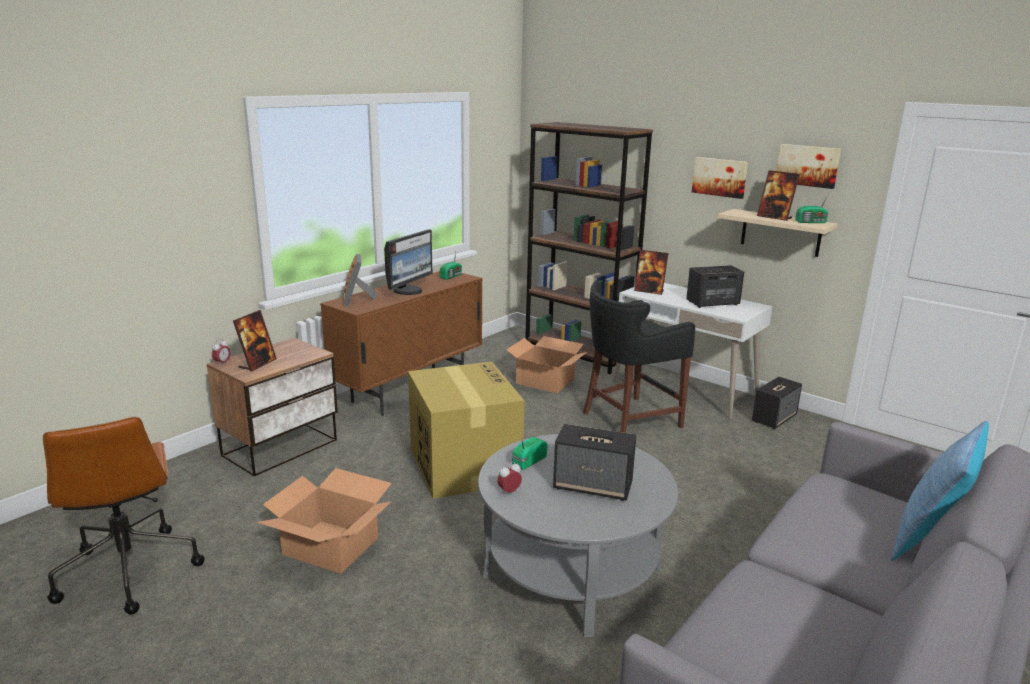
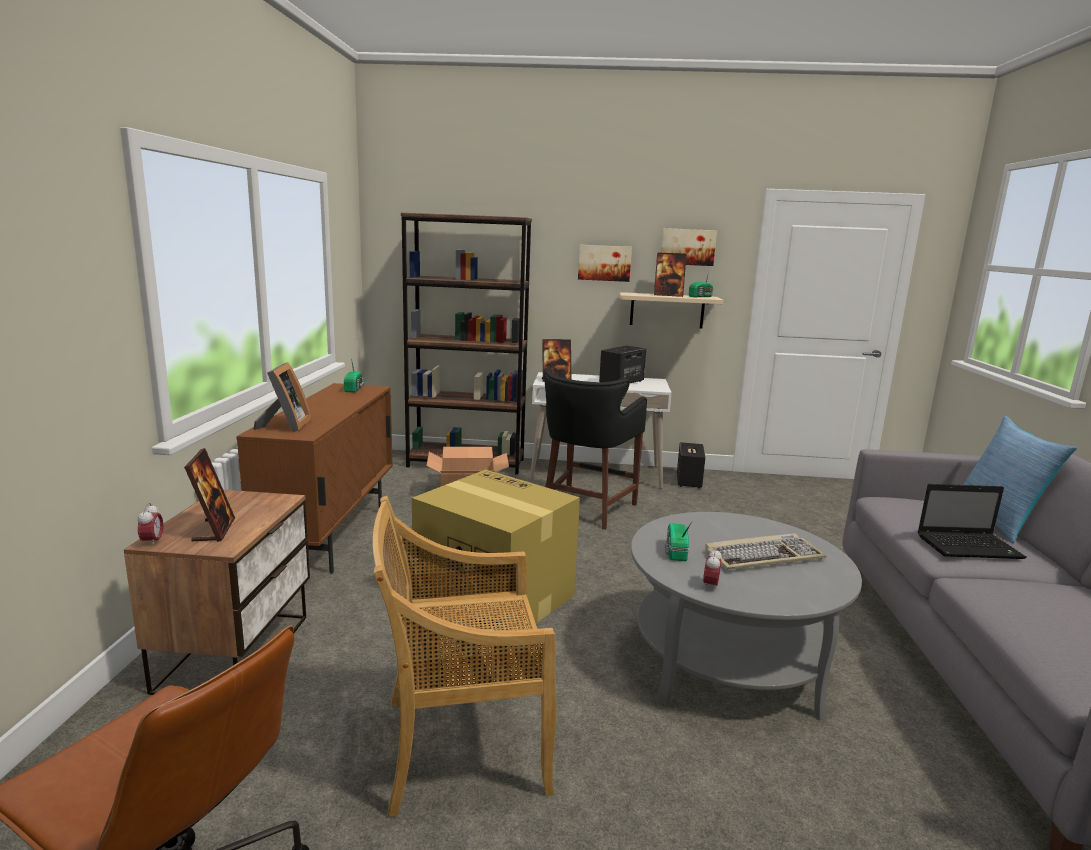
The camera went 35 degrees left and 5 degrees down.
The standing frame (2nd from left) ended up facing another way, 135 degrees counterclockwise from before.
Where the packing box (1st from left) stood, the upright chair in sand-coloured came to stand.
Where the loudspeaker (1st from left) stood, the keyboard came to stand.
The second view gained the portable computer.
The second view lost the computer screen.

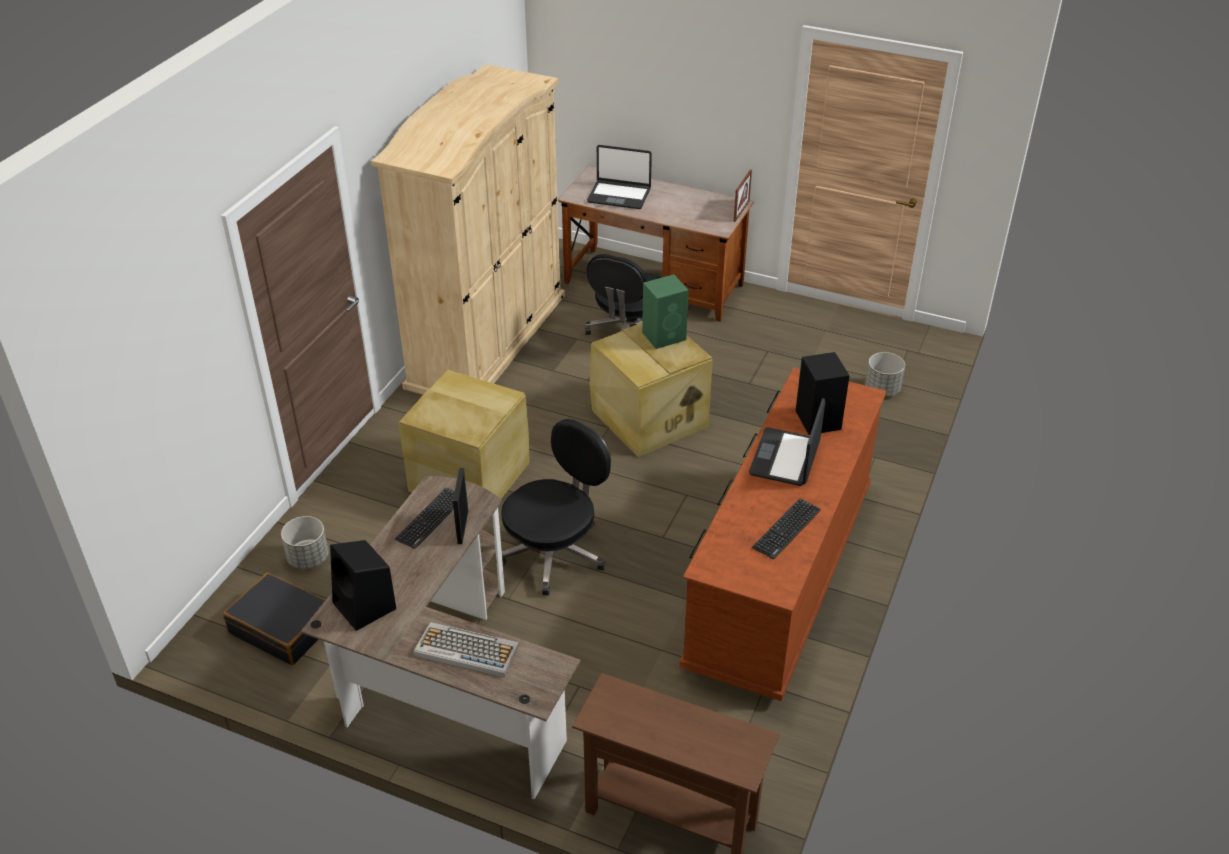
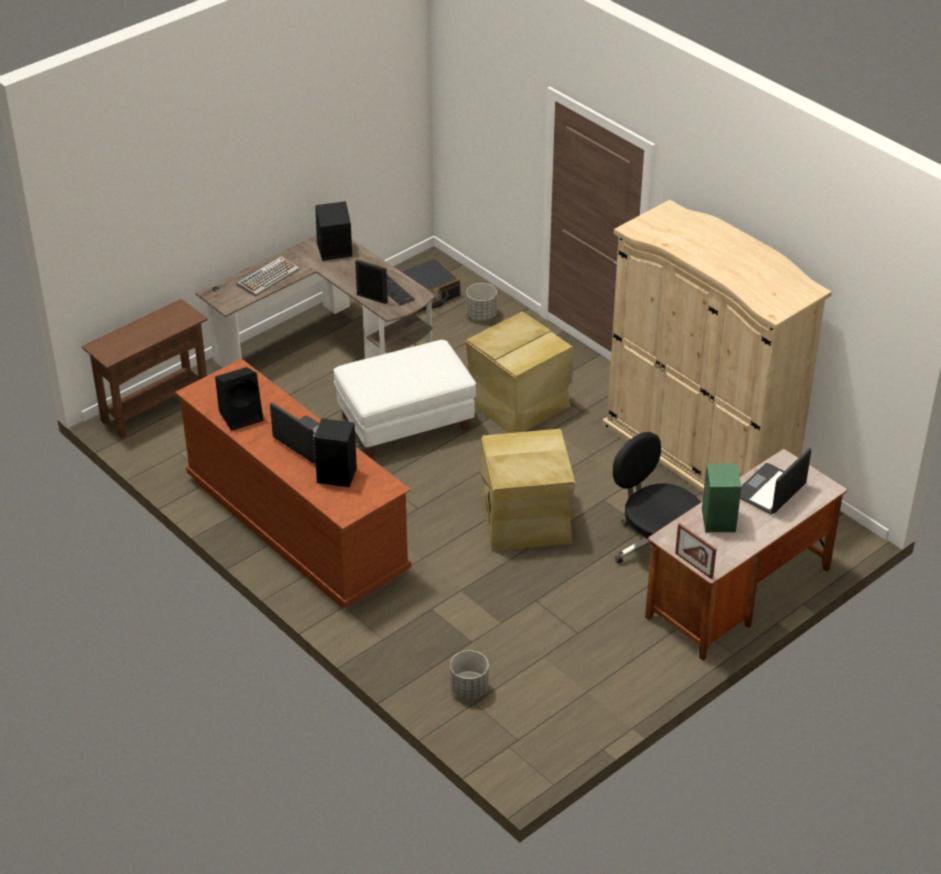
The camera went 115 degrees right and 0 degrees up.
Where the keyboard (3rd from left) stood, the loudspeaker in black-coloured (1st from left) came to stand.
Where the computer chair in black-coloured (1st from left) stood, the pouffe in white came to stand.
The loudspeaker in green-coloured ended up elsewhere.

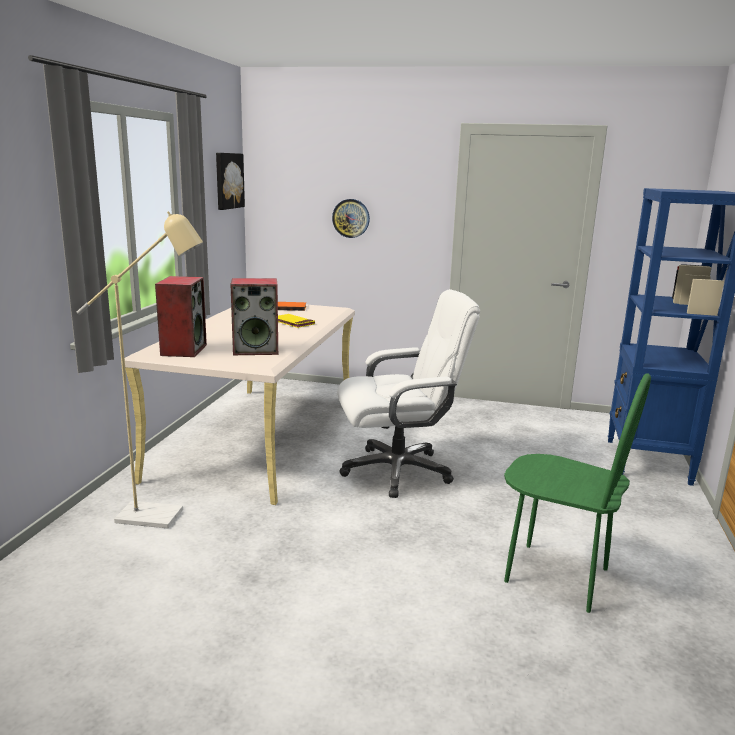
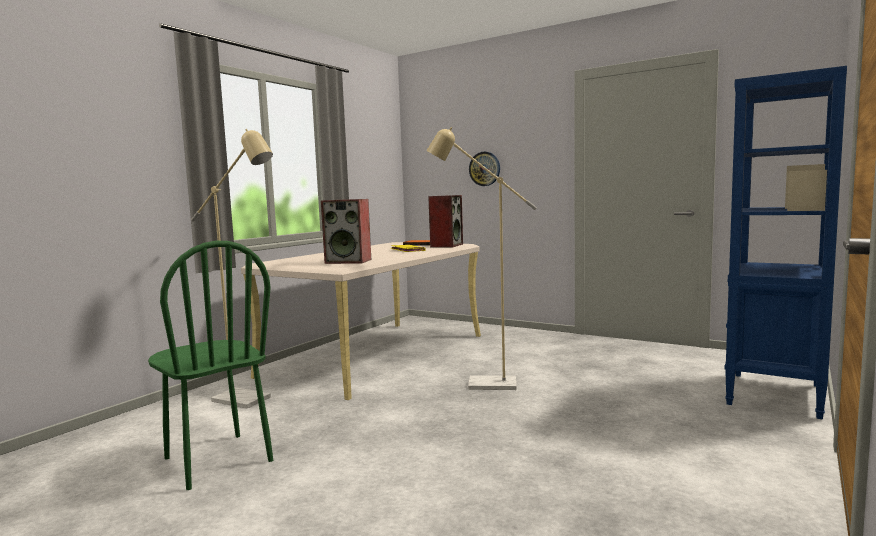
The camera went 20 degrees right and 10 degrees down.
The upright chair in green-coloured ended up elsewhere.
Where the computer chair in white stood, the standing lamp in sand-coloured (2nd from left) came to stand.
The loudspeaker (1st from left in the first image) ended up elsewhere.
The second view lost the wall picture.

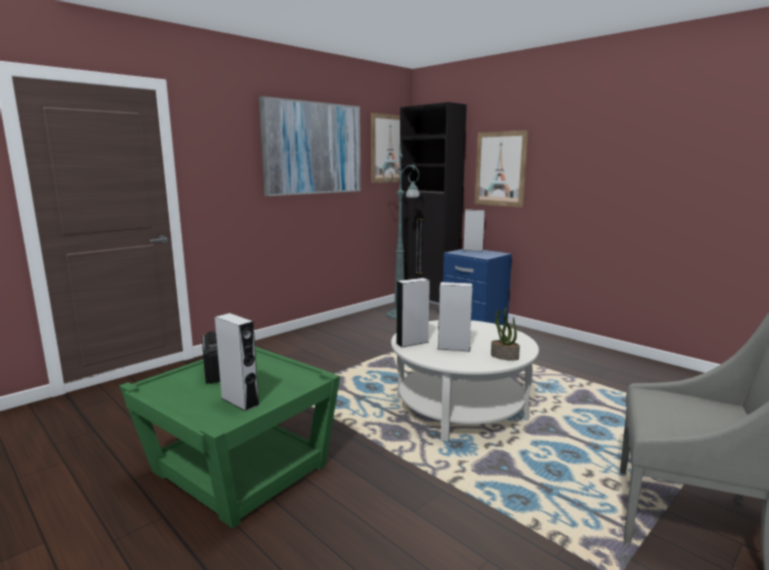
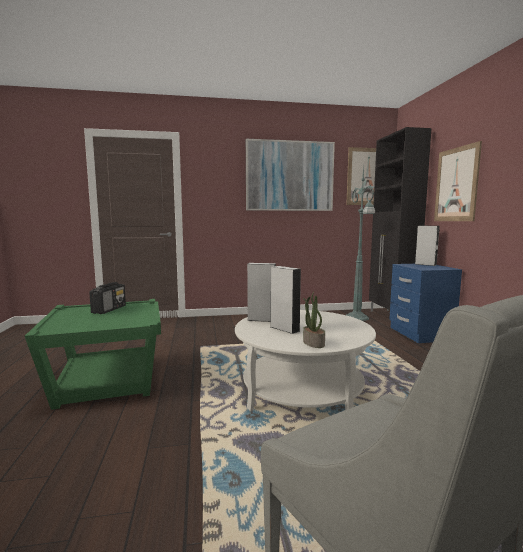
The camera went 35 degrees right and 5 degrees down.
The second view lost the loudspeaker in grey (1st from left).

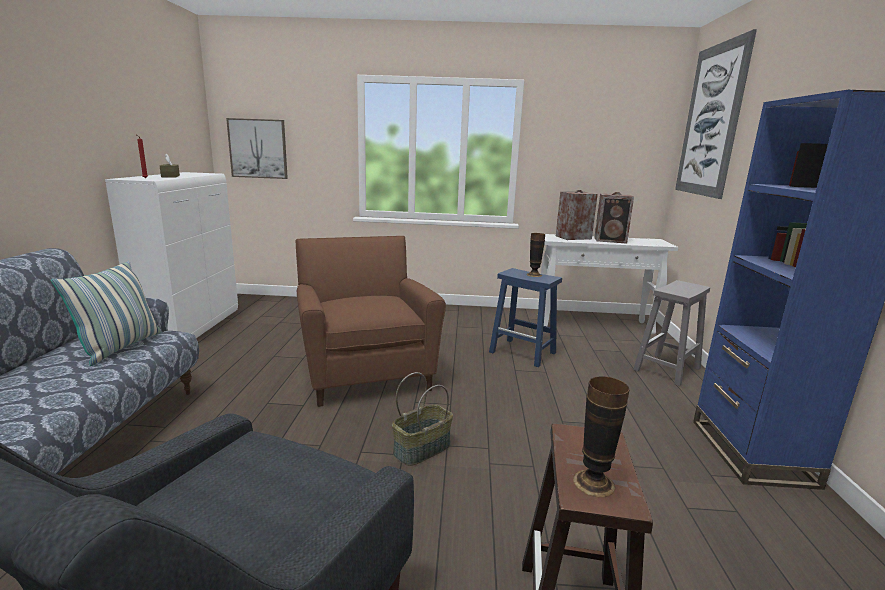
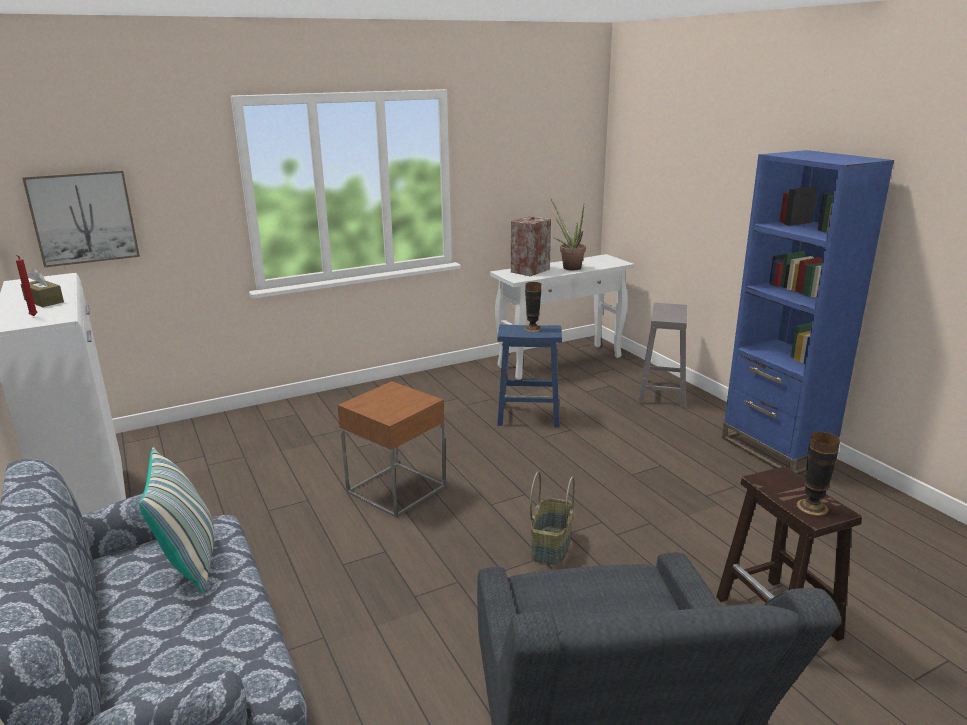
The camera went 30 degrees left and 5 degrees up.
Where the easy chair in brown-coloured stood, the accent table in brown-coloured came to stand.
Where the loudspeaker (2nd from left) stood, the potted plant came to stand.
The second view lost the wall picture (2nd from left).

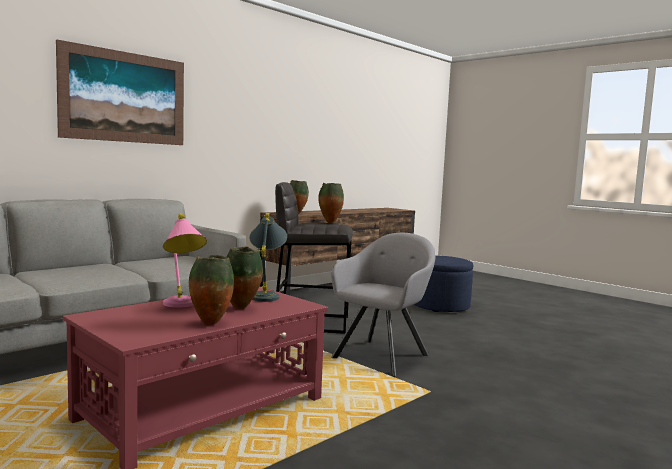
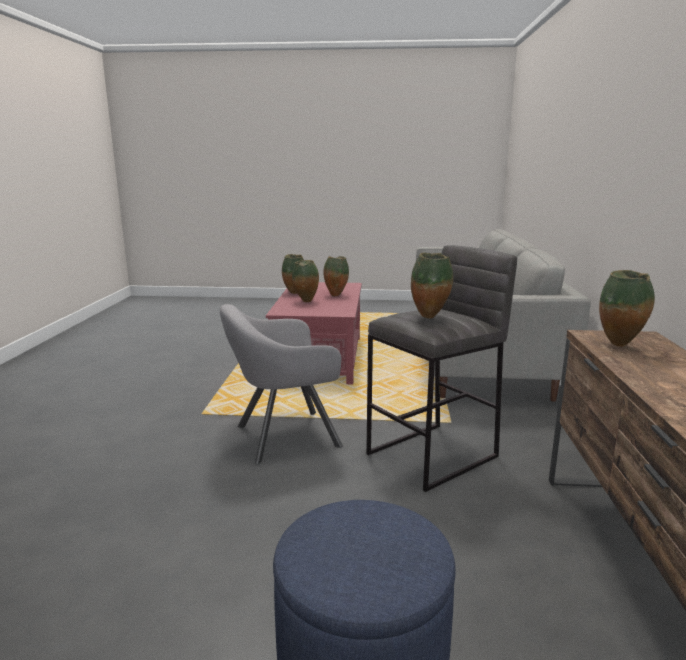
The camera went 140 degrees right and 10 degrees up.
The easy chair in grey ended up facing another way, 75 degrees clockwise from before.
Where the lamp for a table in pinkish stood, the flower vase (3rd from left) came to stand.
The second view lost the wall picture.
The second view lost the lamp for a table in grey.

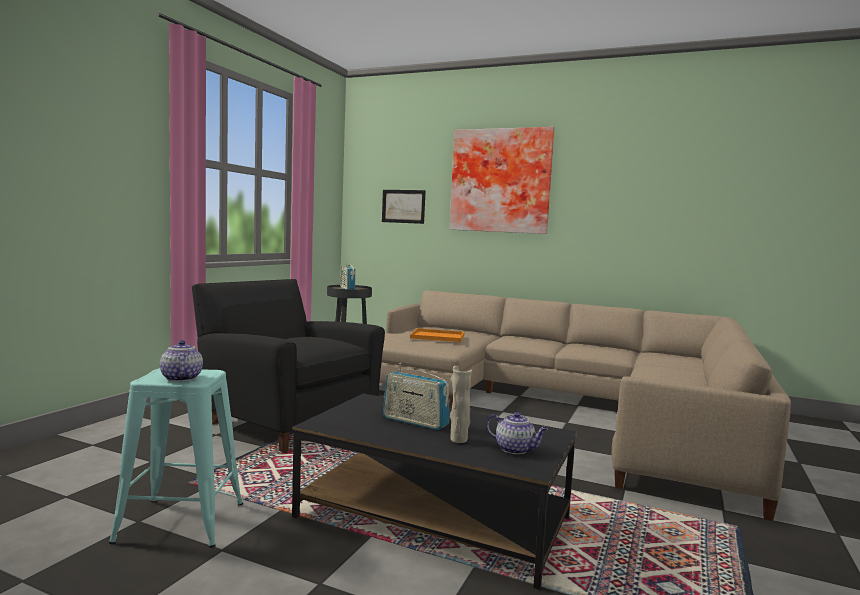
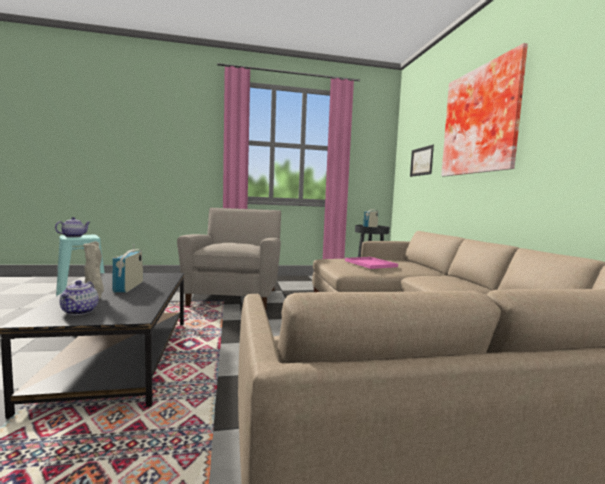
The camera went 55 degrees right and 0 degrees up.
What was the easy chair in black-coloured turned into the easy chair in sand-coloured.
What was the carrying tray in orange turned into the carrying tray in pinkish.

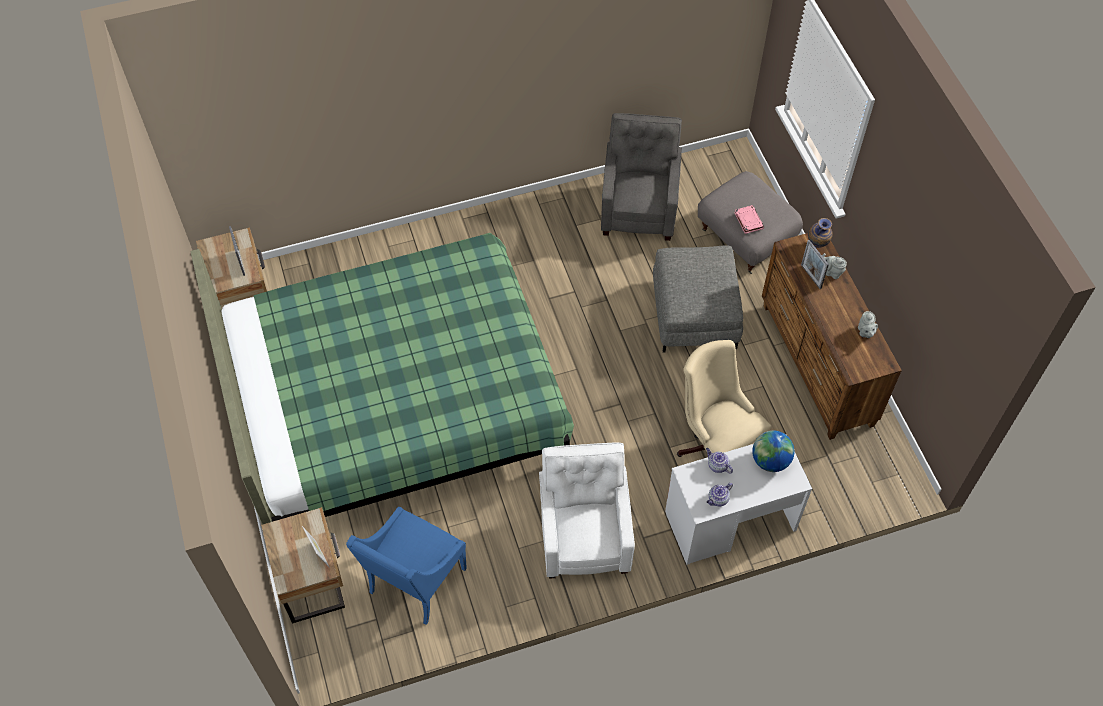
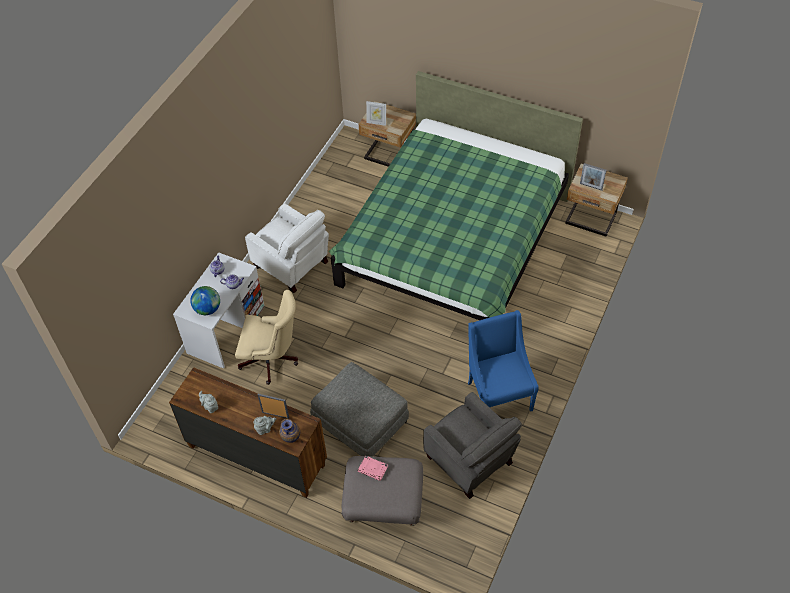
The camera went 135 degrees right and 5 degrees down.
The easy chair in blue-coloured ended up elsewhere.

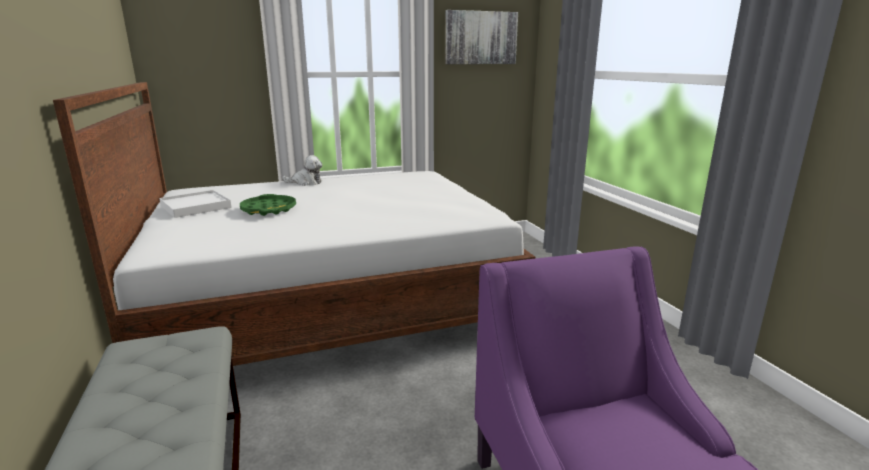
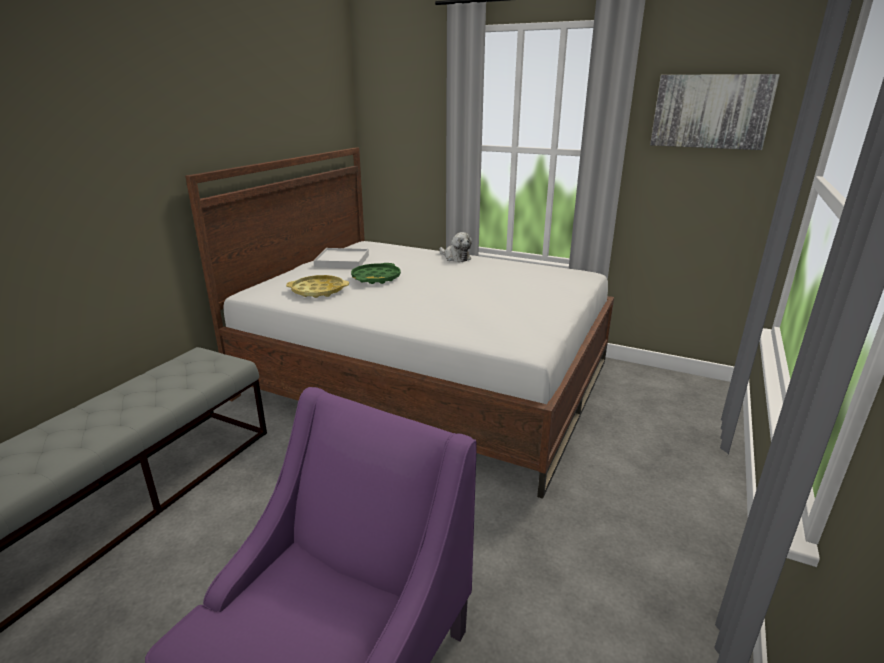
The camera went 45 degrees right and 5 degrees up.
The second view gained the carrying tray in yellow.

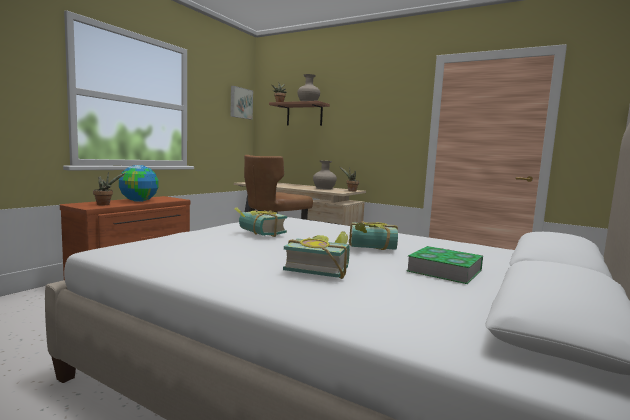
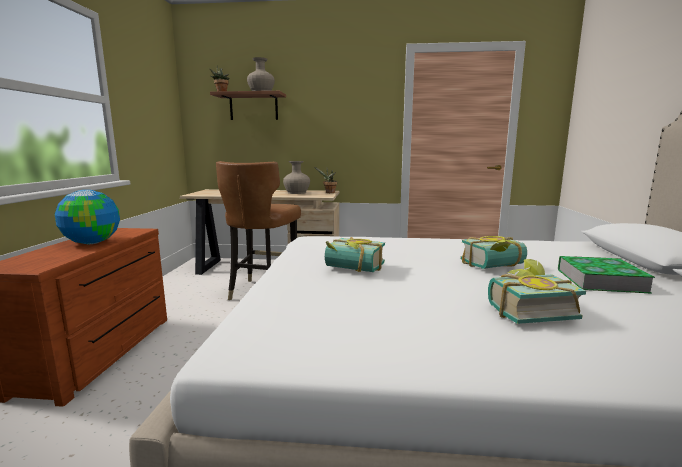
The camera went 25 degrees left and 5 degrees up.
The second view lost the potted plant (1st from left).
The second view lost the wall picture.

